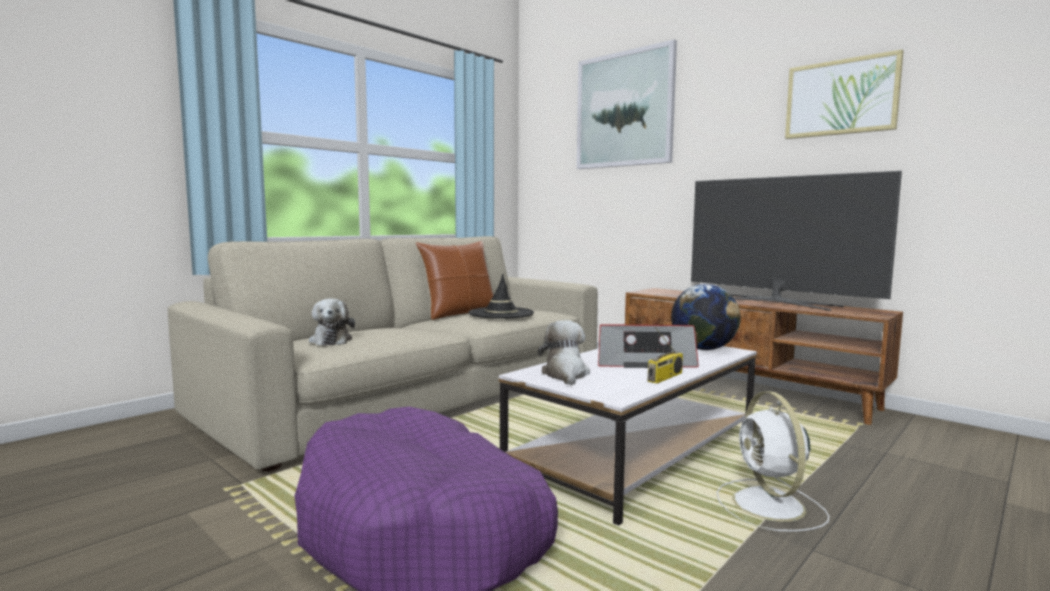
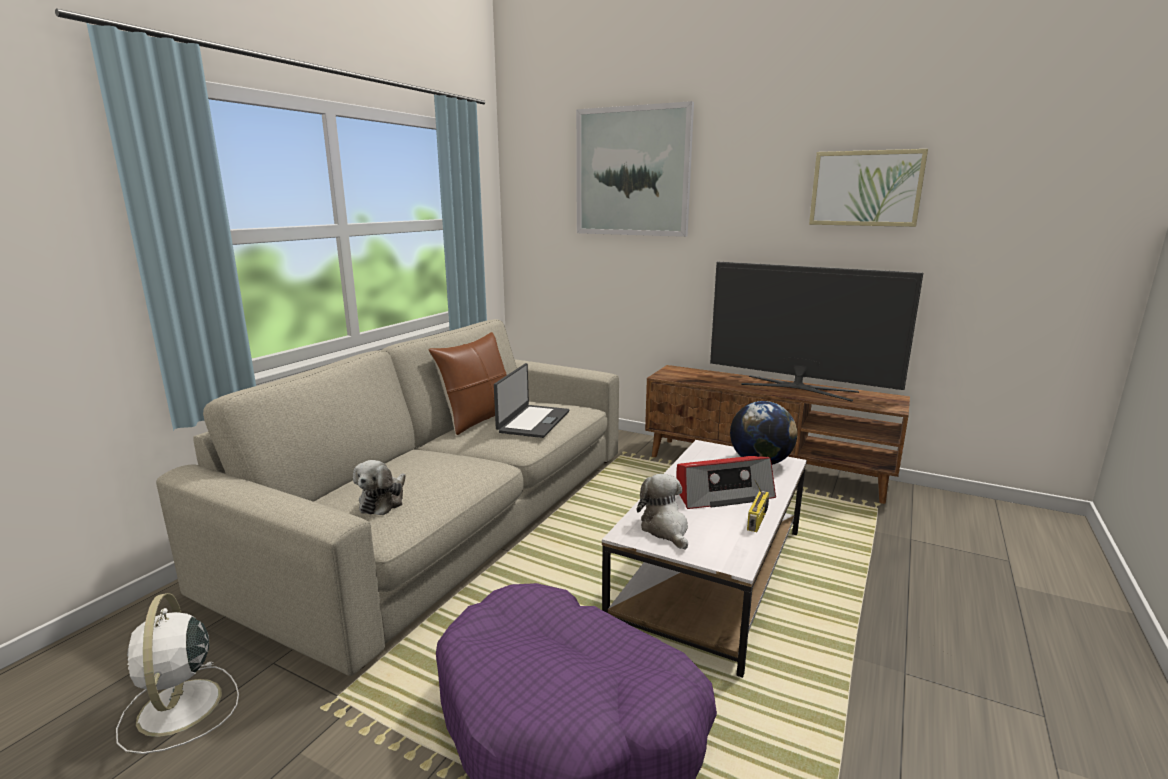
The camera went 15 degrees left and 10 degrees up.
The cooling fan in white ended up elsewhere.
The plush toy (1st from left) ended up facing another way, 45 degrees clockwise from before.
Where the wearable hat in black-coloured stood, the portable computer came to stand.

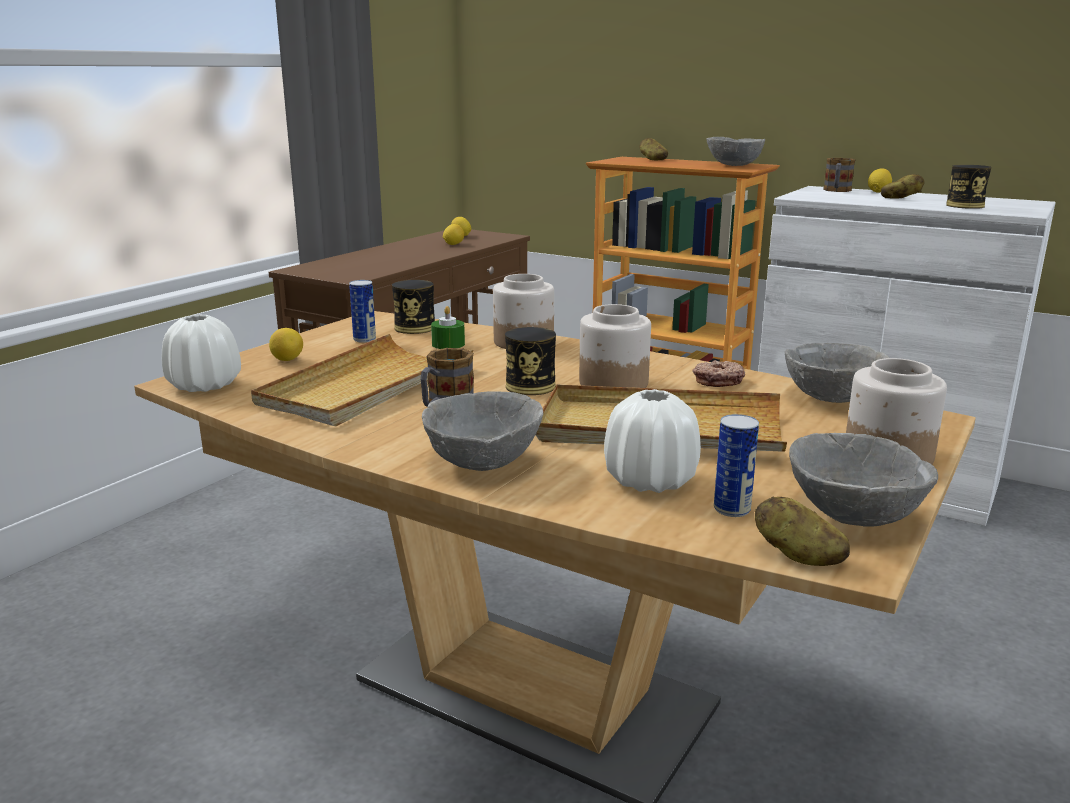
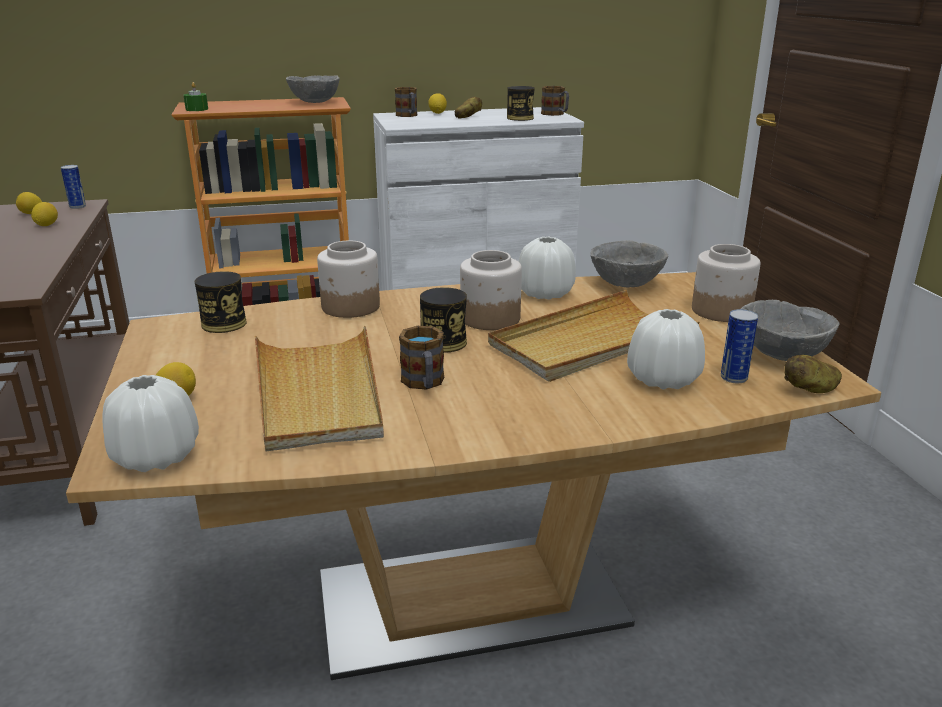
The camera went 45 degrees left and 5 degrees up.
The metal can (1st from left) ended up elsewhere.
The wax candle in green-coloured ended up elsewhere.
Where the ring doughnut stood, the flower vase in white (2nd from left) came to stand.
The second view gained the tea mug (3rd from left).
The second view lost the deep dish in grey (1st from left).
The second view lost the spud (1st from left).

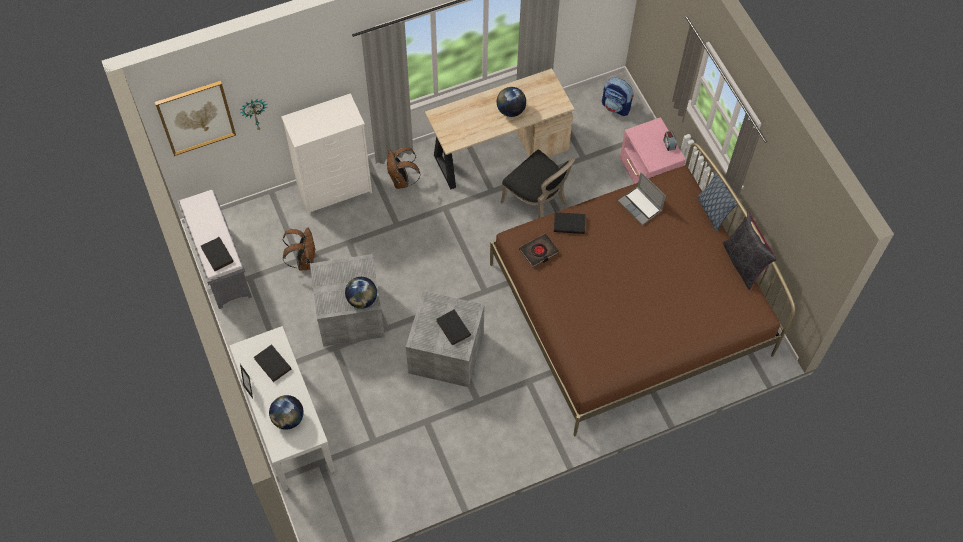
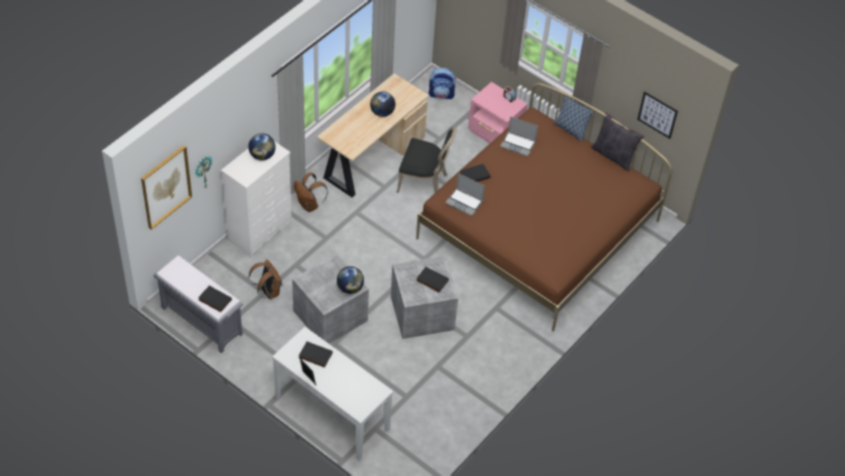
The camera went 30 degrees left and 10 degrees down.
The world globe (1st from left) ended up elsewhere.
Where the bound book in black-coloured (4th from left) stood, the portable computer (1st from left) came to stand.
The second view gained the wall picture (2nd from left).

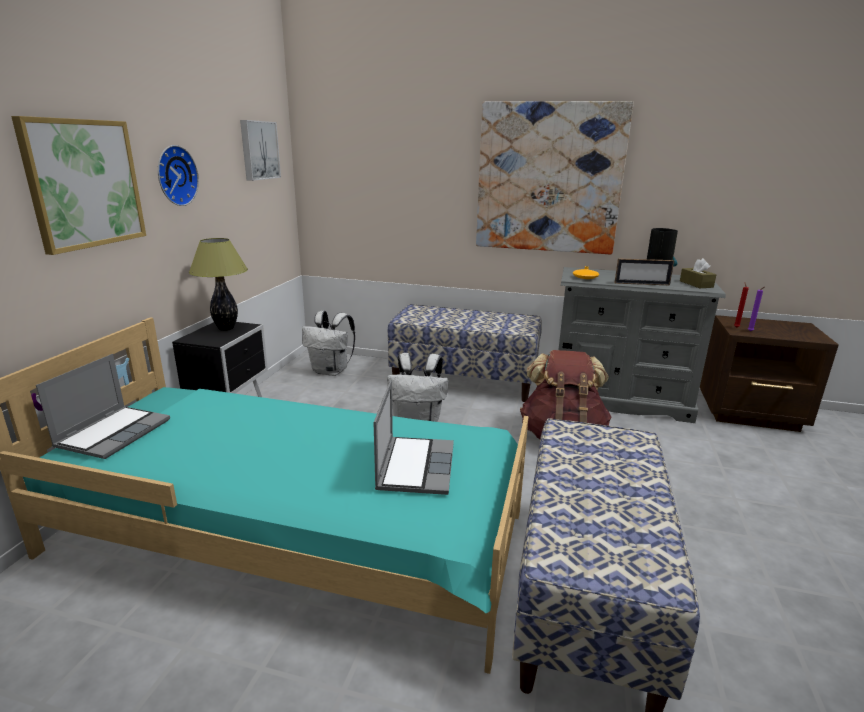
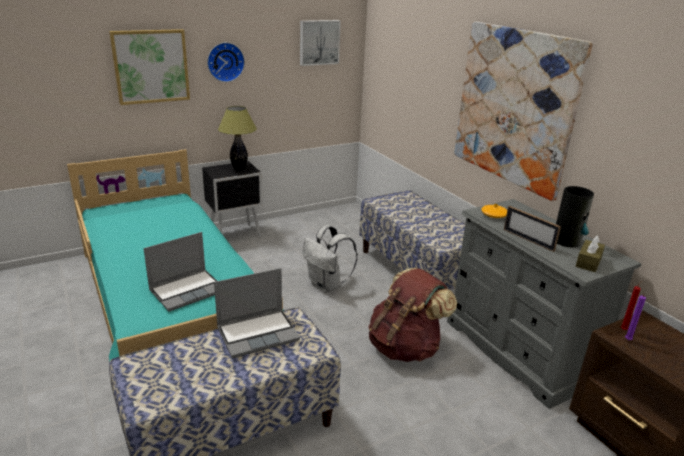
The camera went 45 degrees right and 5 degrees up.
The portable computer (1st from left in the first image) ended up elsewhere.
The second view lost the knapsack in white (1st from left).

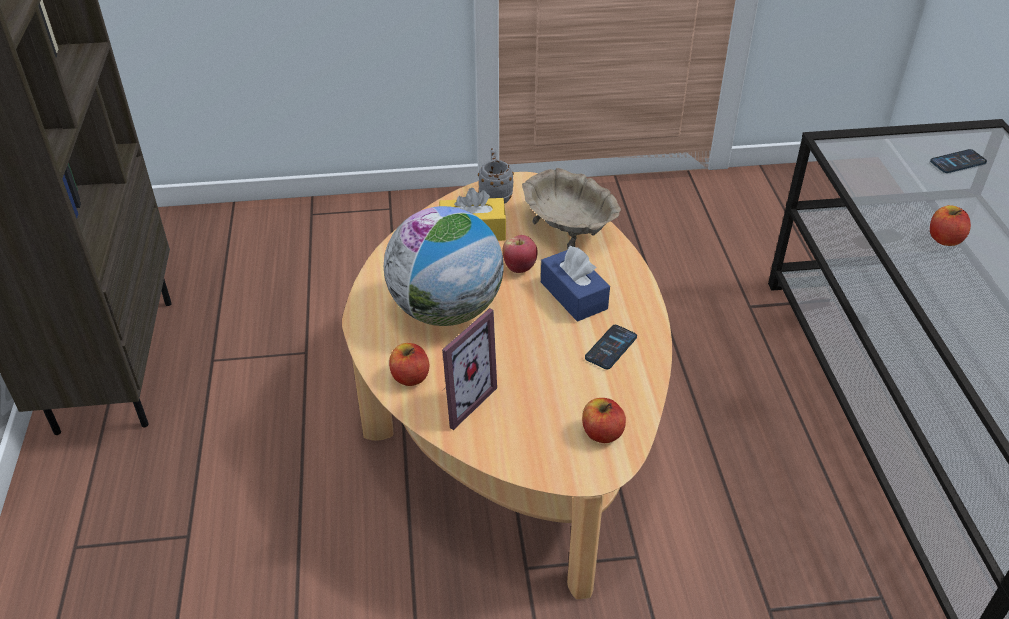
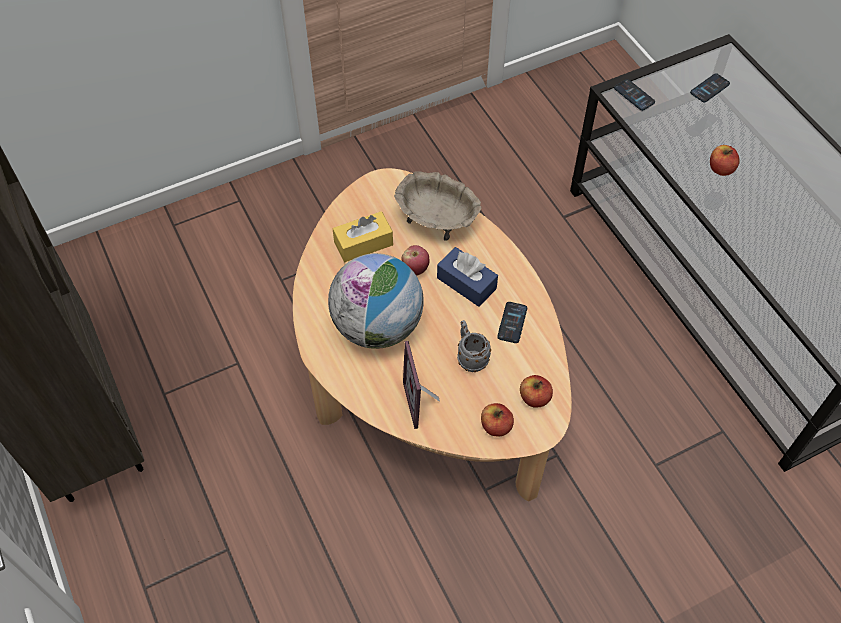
The camera went 20 degrees left and 15 degrees up.
The standing frame ended up facing another way, 150 degrees clockwise from before.
The tea mug in grey ended up elsewhere.
The apple fruit (1st from left in the first image) ended up elsewhere.
The second view gained the handset (2nd from left).

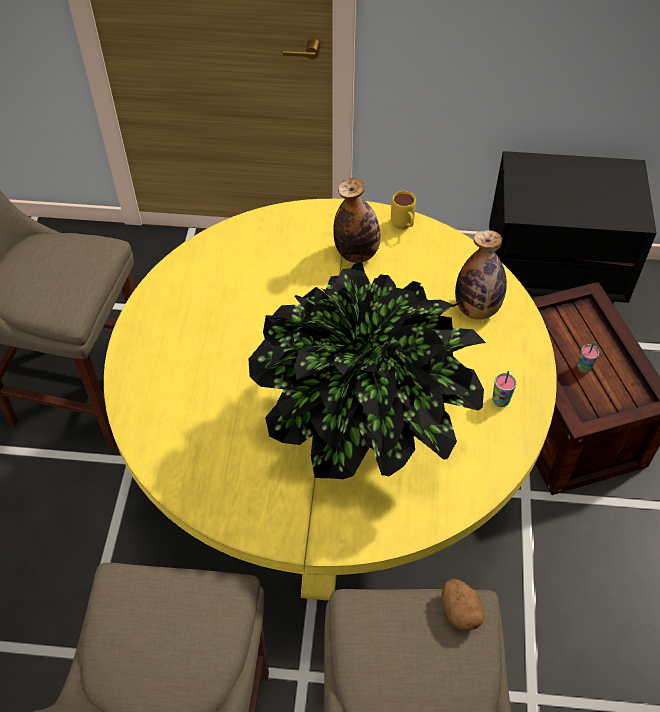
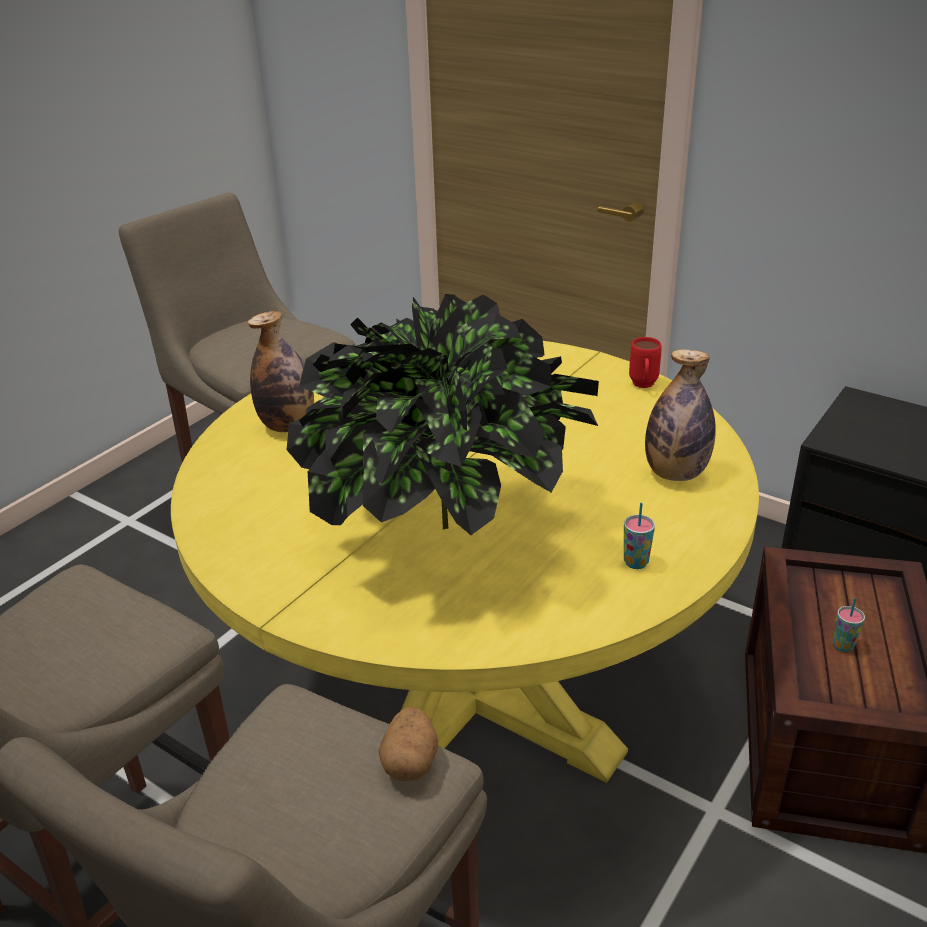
The camera went 30 degrees right and 20 degrees down.
The drink bottle (1st from left) ended up elsewhere.
What was the tea mug in yellow turned into the tea mug in red-coloured.

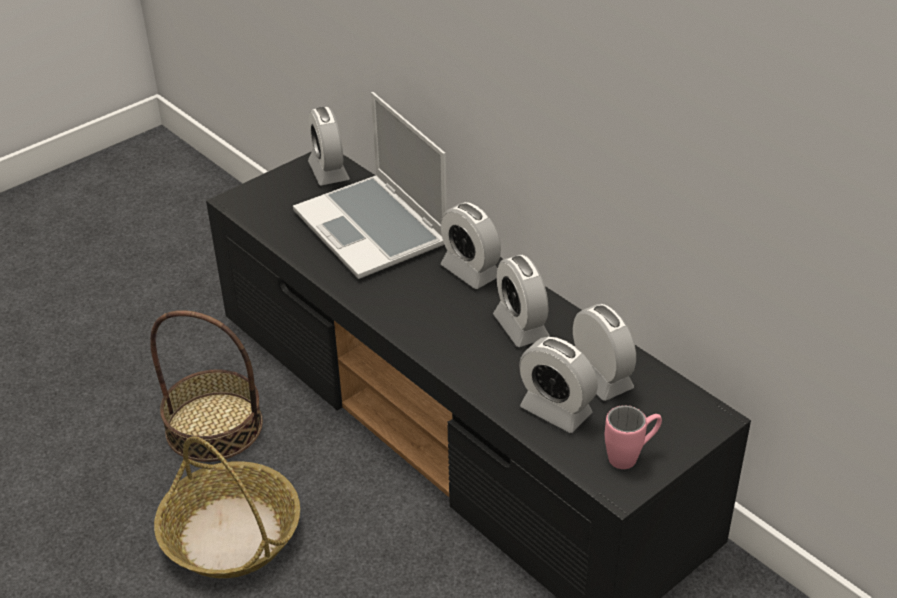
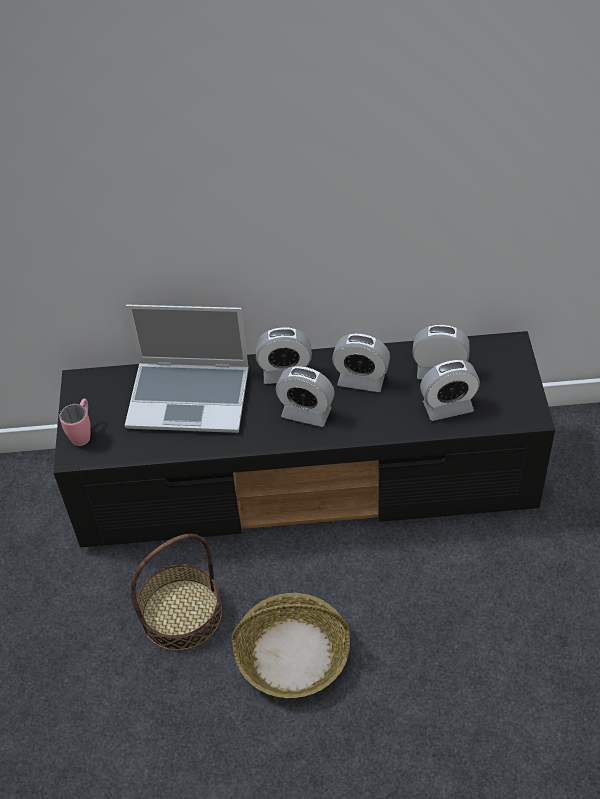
The camera went 50 degrees left and 10 degrees up.
The tea mug in pinkish ended up elsewhere.
The table clock (1st from left in the first image) ended up elsewhere.

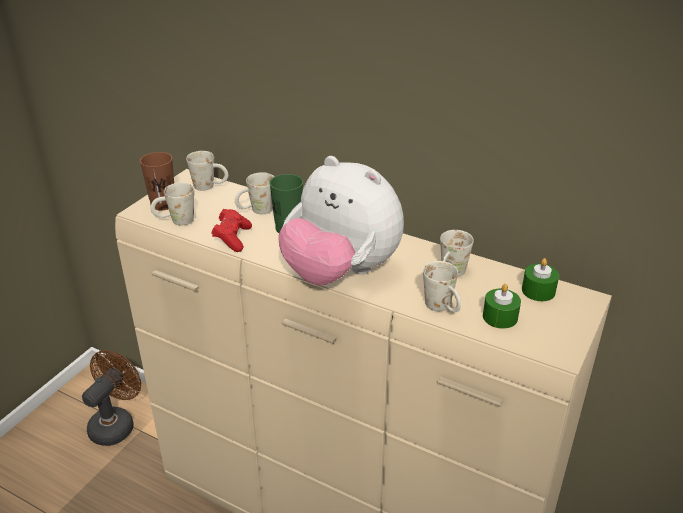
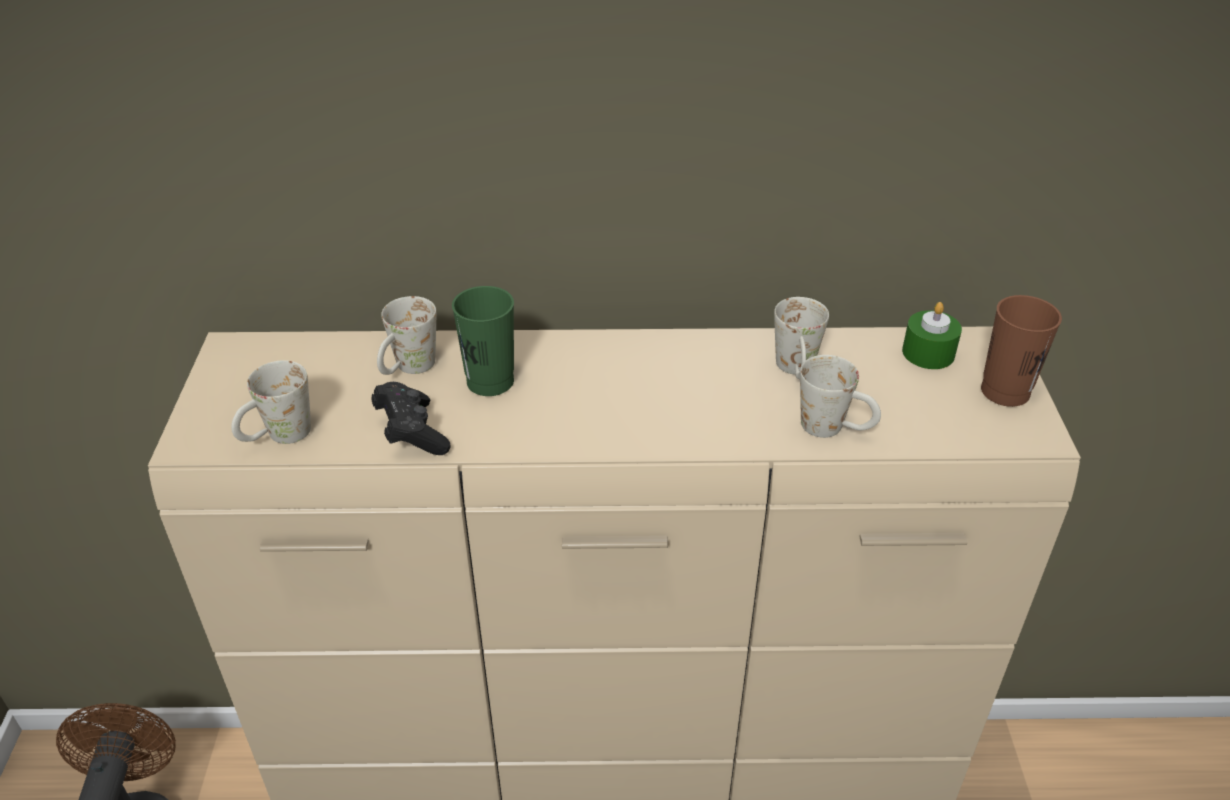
The camera went 30 degrees left and 5 degrees up.
What was the joypad in red-coloured turned into the joypad in black-coloured.
The small cup in brown-coloured ended up elsewhere.
The second view lost the tea mug in white (2nd from left).
The second view lost the plush toy.
The second view lost the wax candle in green-coloured (1st from left).

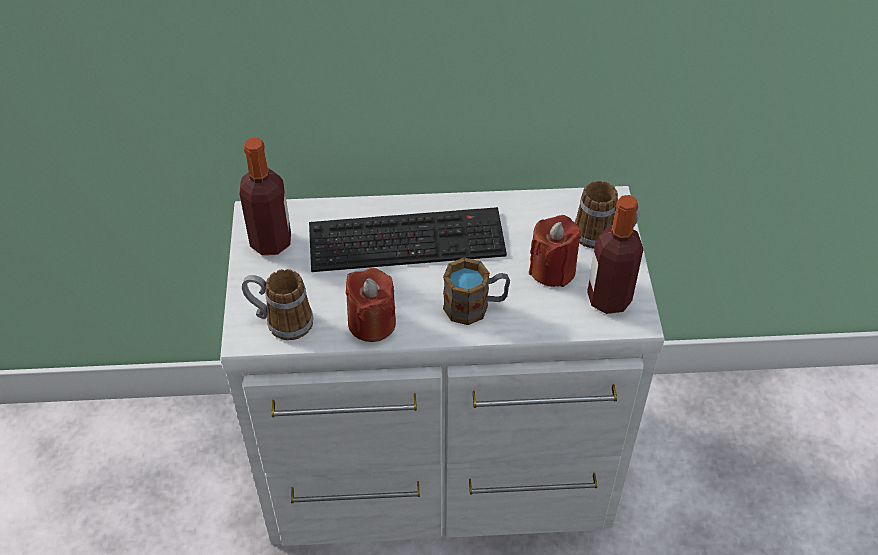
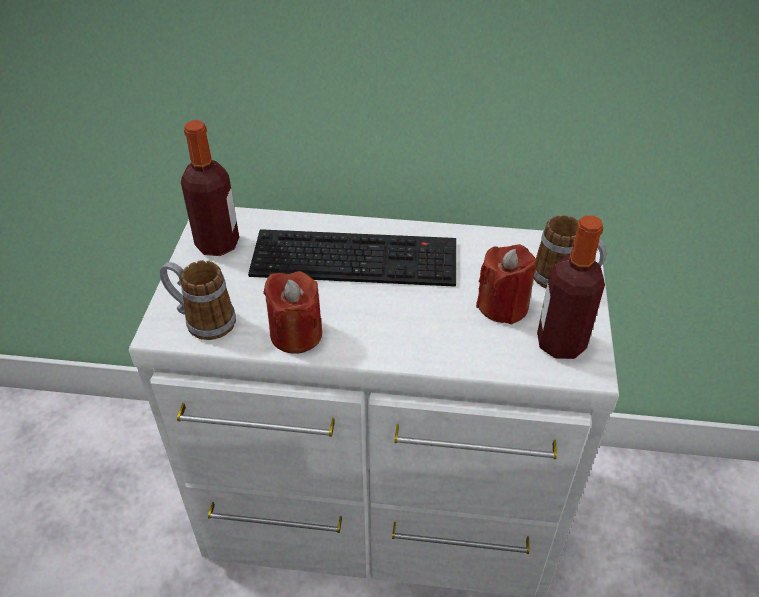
The camera went 10 degrees right and 5 degrees down.
The second view lost the tea mug (2nd from left).

